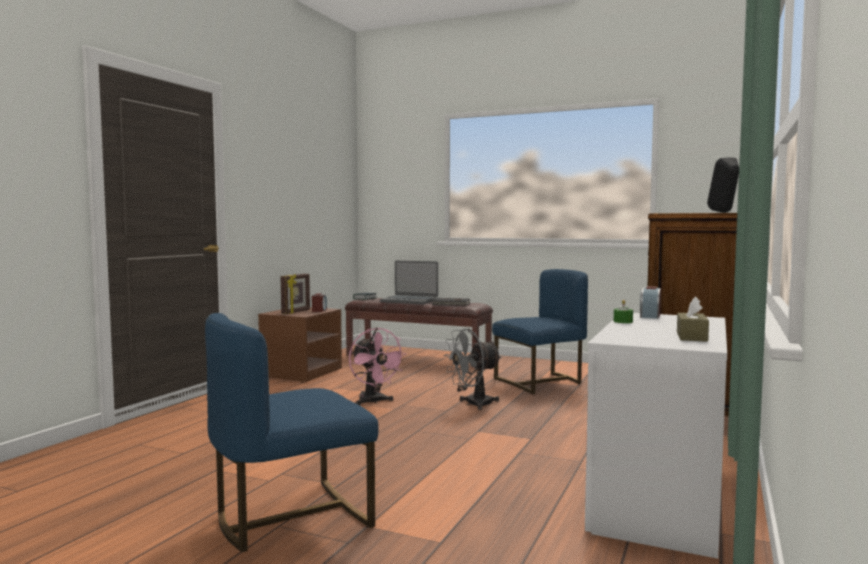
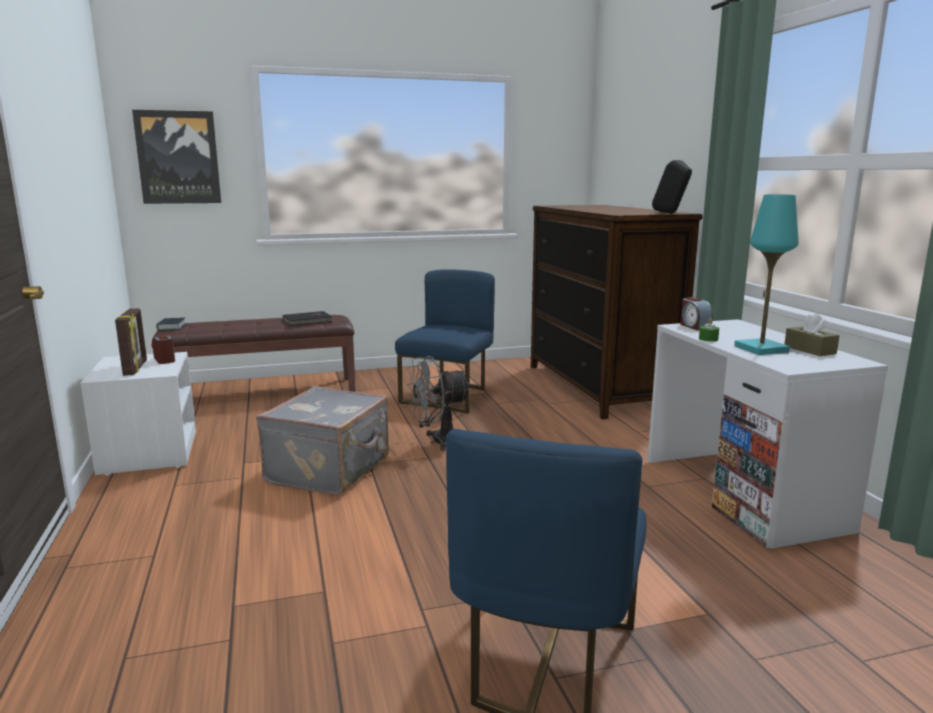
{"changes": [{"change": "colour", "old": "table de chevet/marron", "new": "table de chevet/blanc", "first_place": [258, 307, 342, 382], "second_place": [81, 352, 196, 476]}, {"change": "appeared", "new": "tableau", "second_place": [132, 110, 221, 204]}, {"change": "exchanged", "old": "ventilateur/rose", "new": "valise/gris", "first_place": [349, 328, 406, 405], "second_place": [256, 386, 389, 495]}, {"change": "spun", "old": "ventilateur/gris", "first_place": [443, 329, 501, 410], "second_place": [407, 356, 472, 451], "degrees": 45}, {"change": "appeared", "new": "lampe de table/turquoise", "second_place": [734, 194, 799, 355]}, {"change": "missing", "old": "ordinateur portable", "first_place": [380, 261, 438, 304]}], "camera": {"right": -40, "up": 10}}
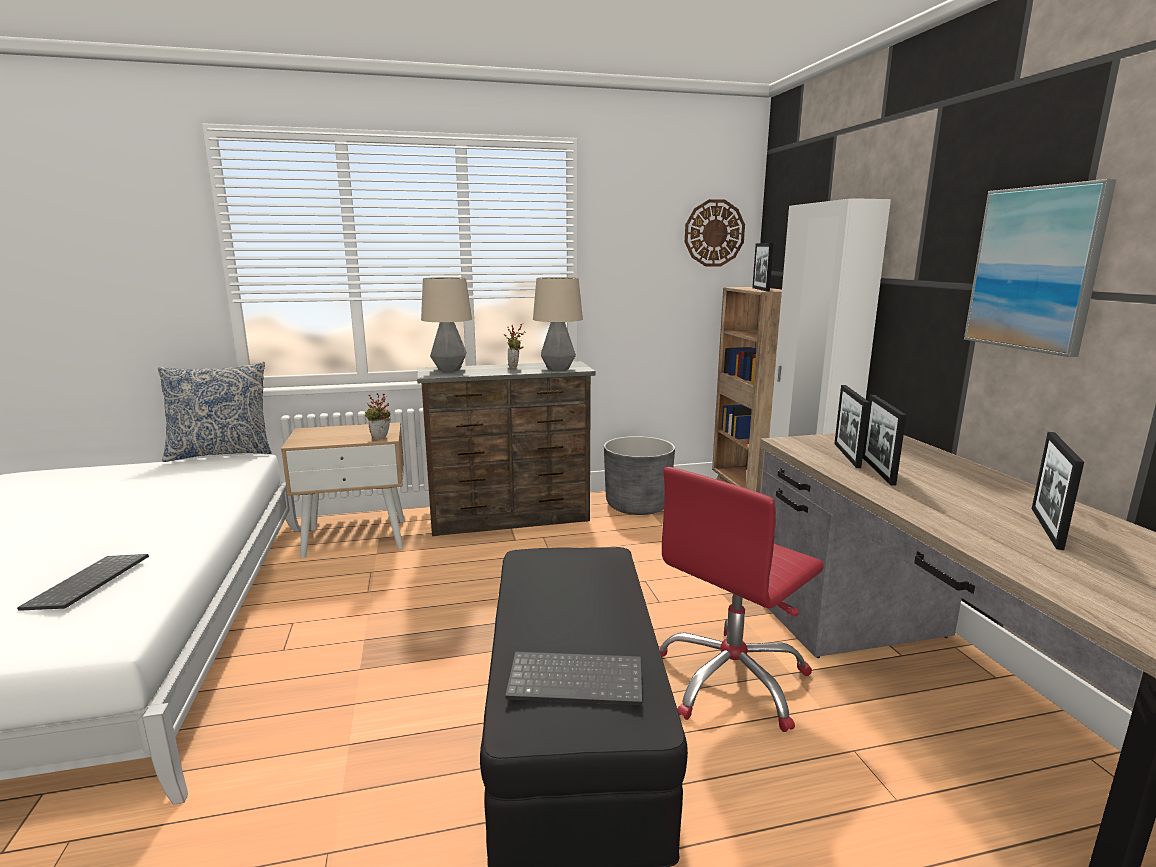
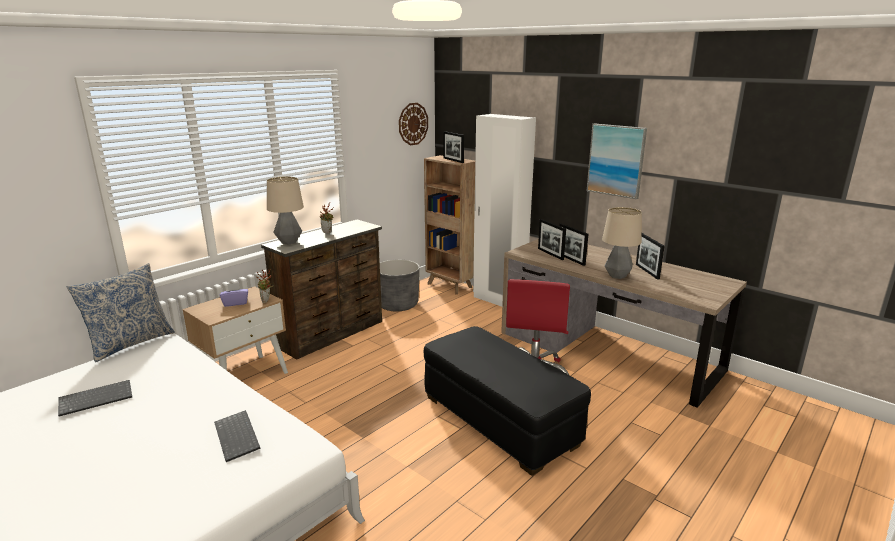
{"changes": [{"change": "relocated", "old": "clavier", "first_place": [505, 651, 642, 705], "second_place": [58, 380, 132, 416]}, {"change": "appeared", "new": "boîte à mouchoirs/violet", "second_place": [220, 283, 248, 307]}, {"change": "relocated", "old": "lampe de table", "first_place": [533, 277, 583, 371], "second_place": [602, 207, 642, 279]}], "camera": {"right": -35, "up": 5}}
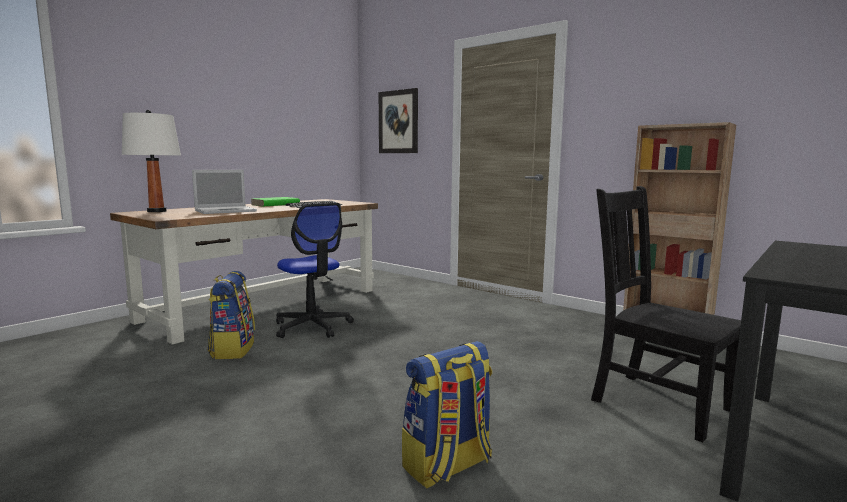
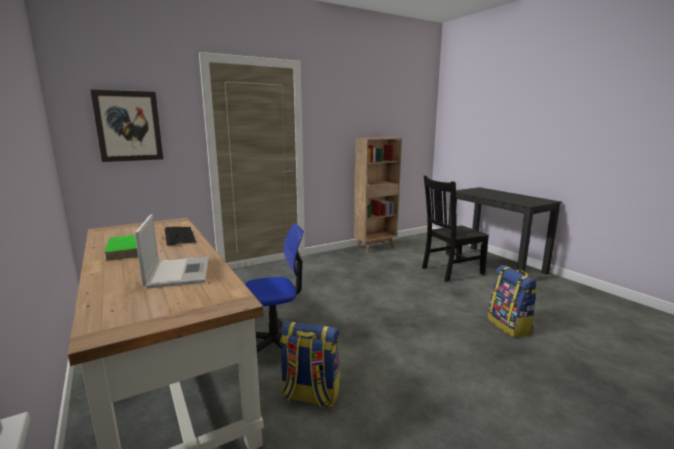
{"changes": [{"change": "missing", "old": "lampe de table/blanc", "first_place": [122, 110, 181, 212]}], "camera": {"right": -70, "up": 5}}
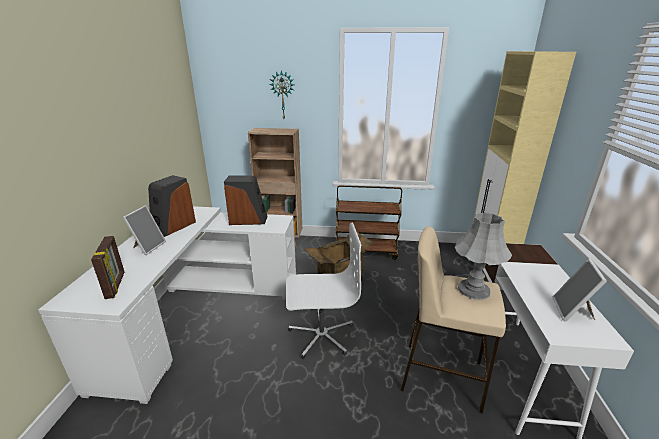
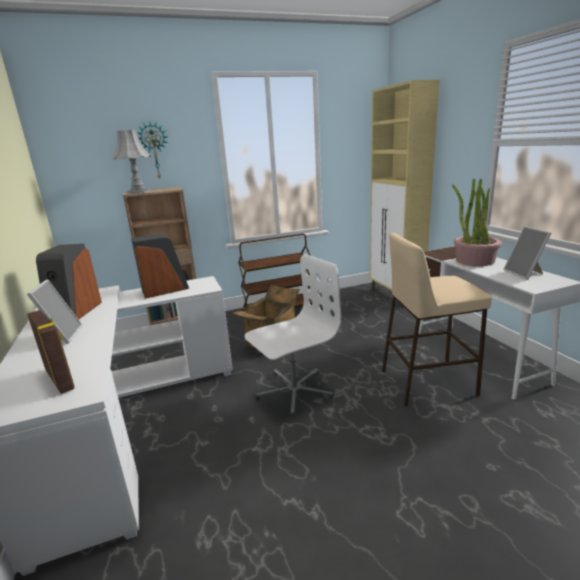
{"changes": [{"change": "relocated", "old": "lampe de table/gris", "first_place": [455, 212, 512, 300], "second_place": [111, 130, 151, 194]}, {"change": "appeared", "new": "plante en pot", "second_place": [452, 178, 502, 266]}], "camera": {"right": -25, "up": -5}}
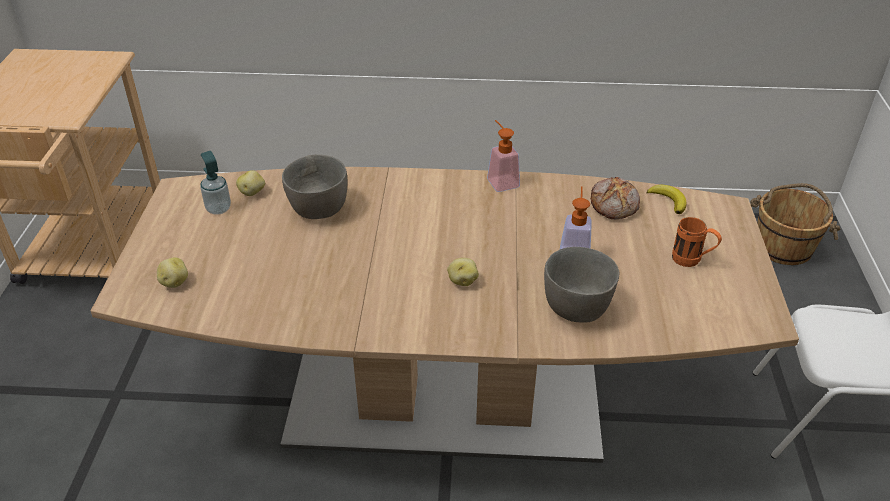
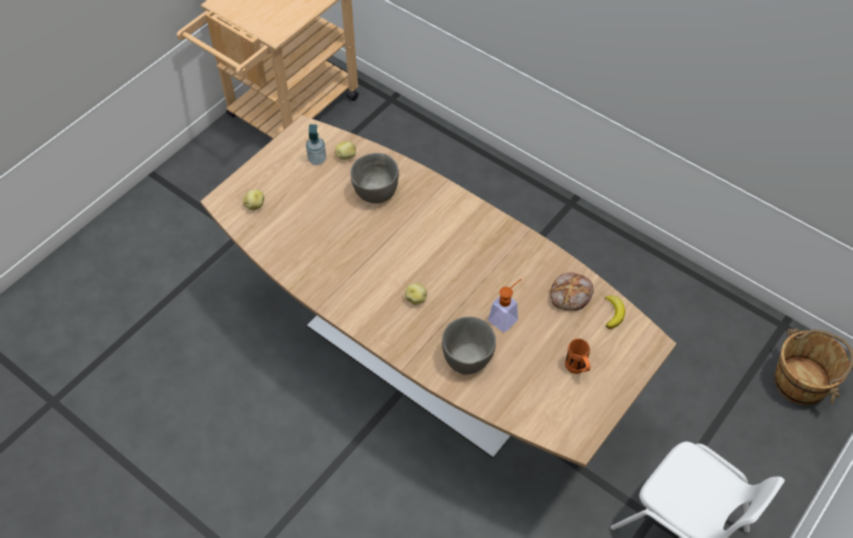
{"changes": [{"change": "missing", "old": "distributeur de savon", "first_place": [487, 120, 520, 192]}], "camera": {"right": 35, "up": 15}}
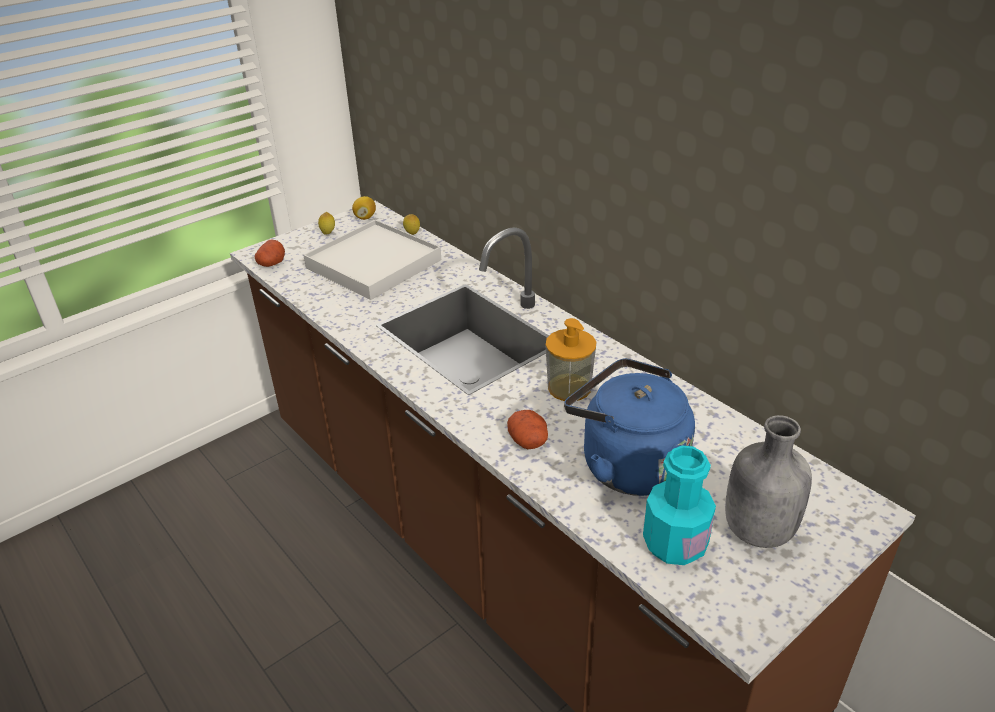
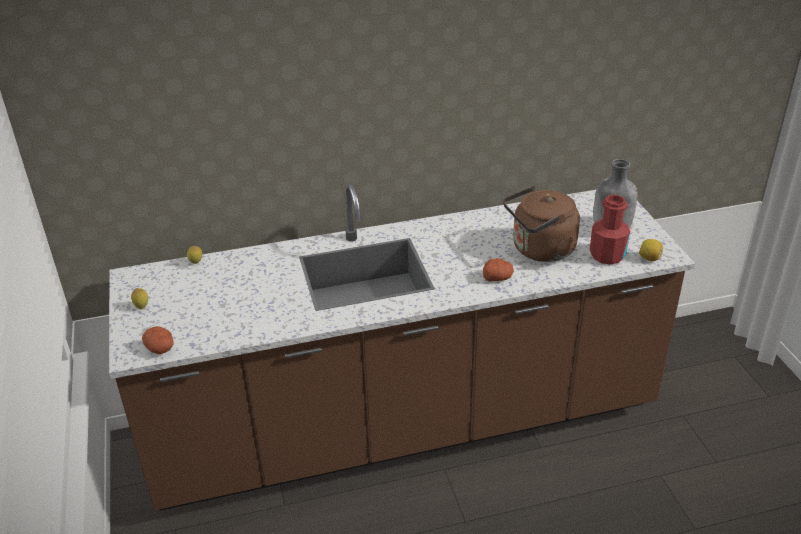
{"changes": [{"change": "colour", "old": "bouilloire/bleu", "new": "bouilloire/marron", "first_place": [564, 358, 695, 496], "second_place": [503, 186, 580, 262]}, {"change": "colour", "old": "bouteille/turquoise", "new": "bouteille/rouge", "first_place": [643, 446, 716, 565], "second_place": [590, 195, 630, 265]}, {"change": "relocated", "old": "citron", "first_place": [352, 196, 376, 220], "second_place": [639, 239, 663, 261]}, {"change": "missing", "old": "plateau/blanc", "first_place": [304, 220, 441, 300]}, {"change": "missing", "old": "distributeur de savon", "first_place": [545, 318, 596, 401]}], "camera": {"right": -65, "up": 0}}
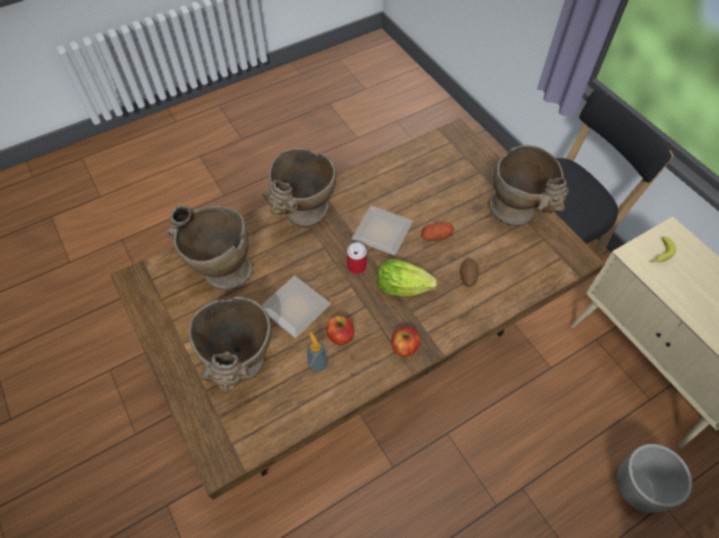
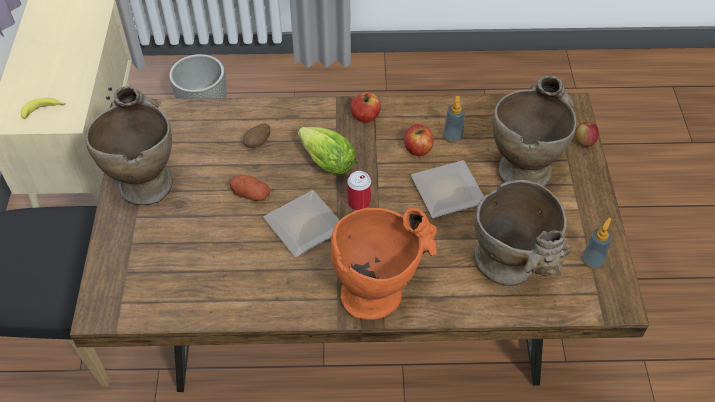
{"changes": [{"change": "colour", "old": "vase/beige", "new": "vase/orange", "first_place": [262, 148, 337, 227], "second_place": [331, 208, 437, 320]}, {"change": "appeared", "new": "pomme", "second_place": [575, 122, 599, 147]}, {"change": "appeared", "new": "distributeur de savon", "second_place": [582, 217, 612, 269]}], "camera": {"right": -150, "up": -5}}
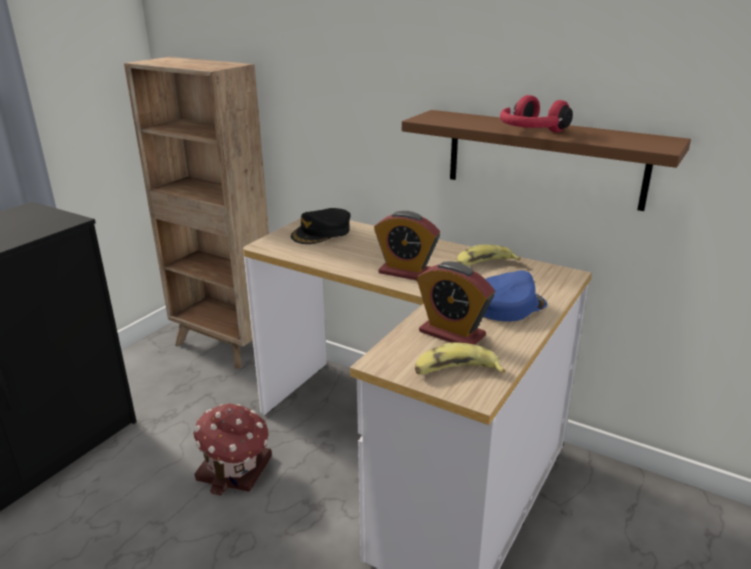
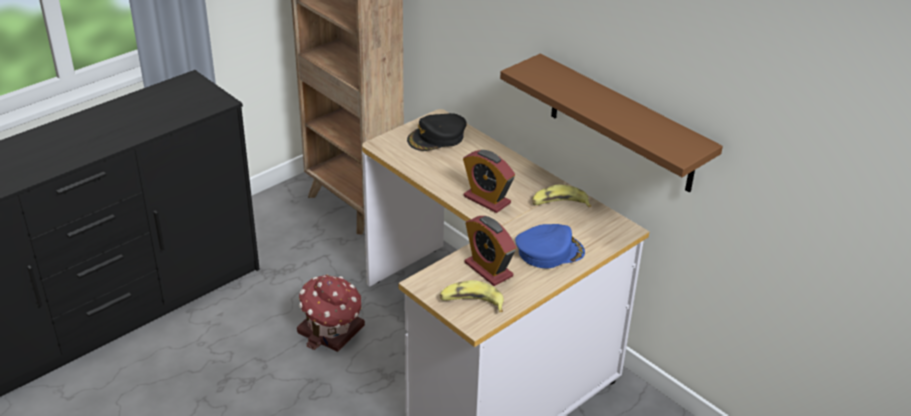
{"changes": [{"change": "missing", "old": "casque audio/rouge", "first_place": [500, 95, 573, 133]}], "camera": {"right": 15, "up": 10}}
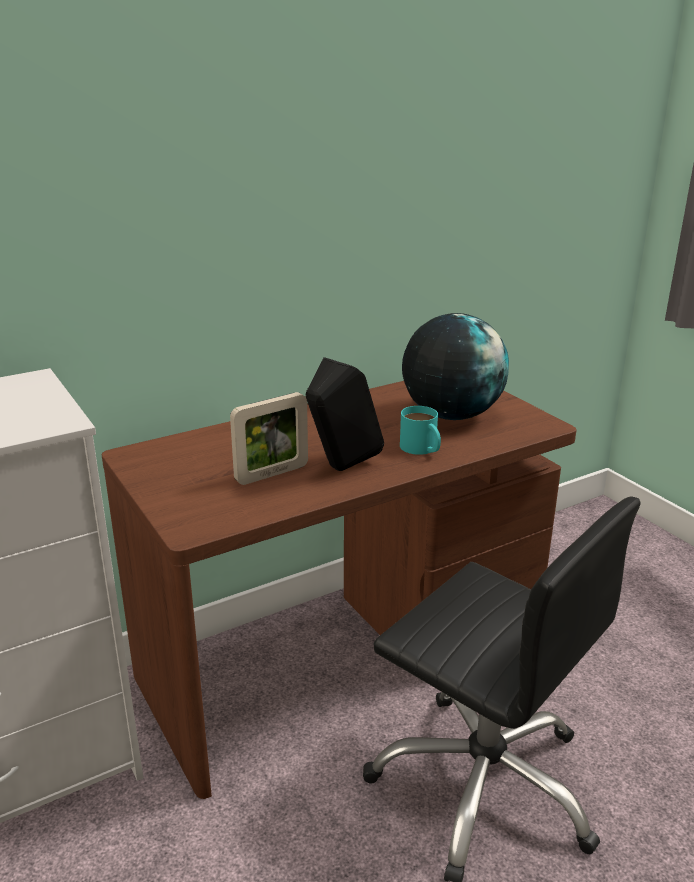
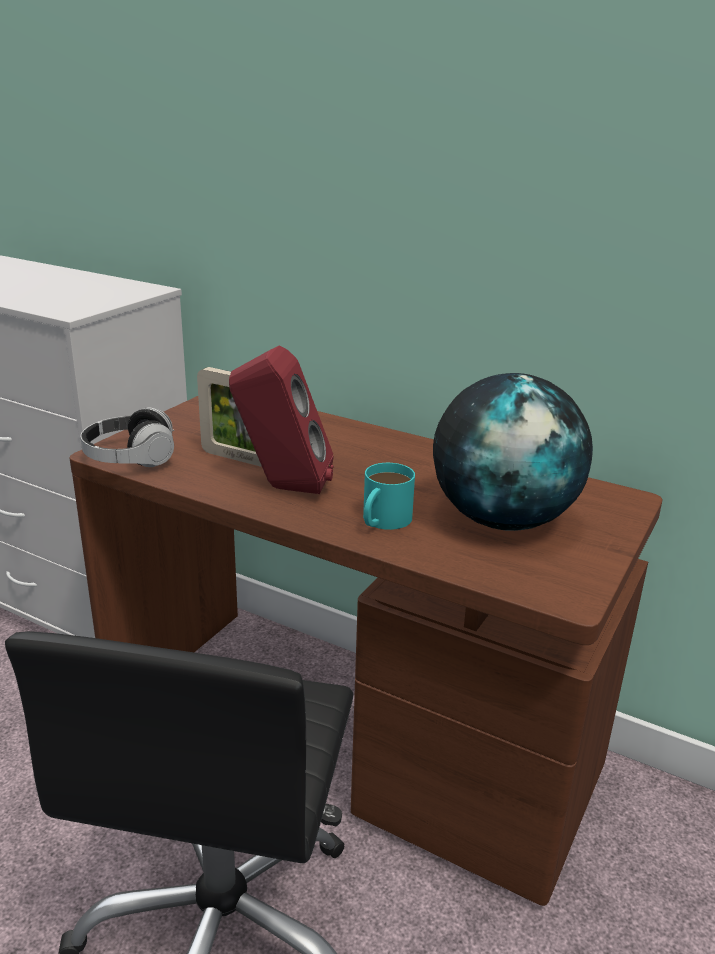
{"changes": [{"change": "appeared", "new": "casque audio", "second_place": [80, 407, 174, 467]}, {"change": "colour", "old": "enceinte/noir", "new": "enceinte/rouge", "first_place": [305, 357, 384, 471], "second_place": [229, 346, 334, 494]}], "camera": {"right": 60, "up": 0}}
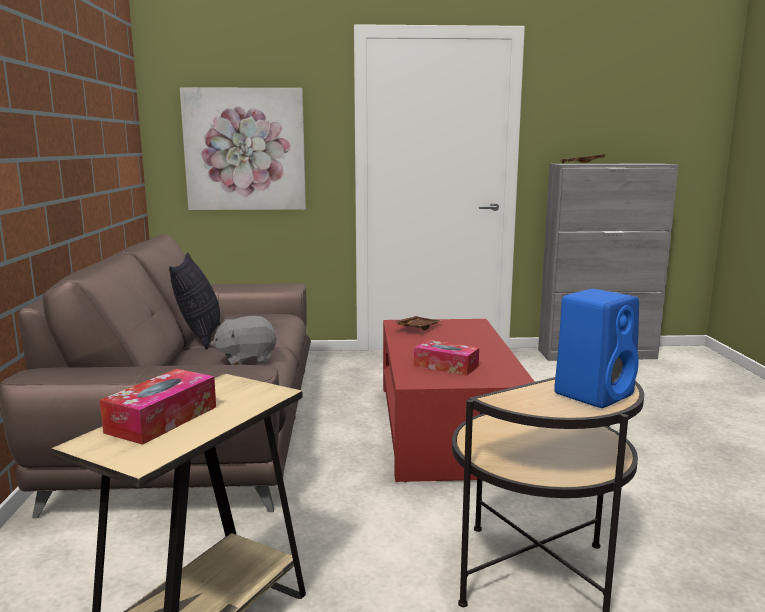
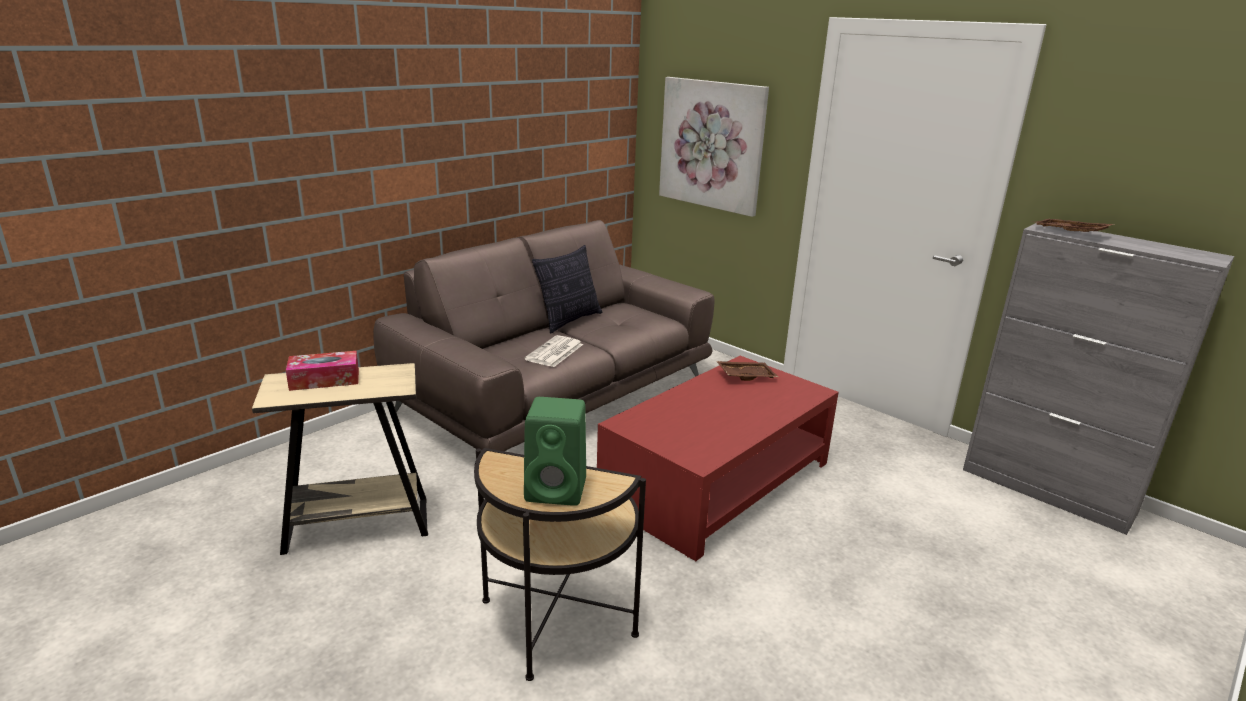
{"changes": [{"change": "exchanged", "old": "peluche/gris", "new": "journal", "first_place": [210, 316, 277, 365], "second_place": [524, 335, 583, 367]}, {"change": "colour", "old": "enceinte/bleu", "new": "enceinte/vert", "first_place": [554, 289, 639, 408], "second_place": [524, 397, 586, 506]}, {"change": "missing", "old": "boîte à mouchoirs", "first_place": [414, 340, 479, 376]}], "camera": {"right": 45, "up": 10}}
